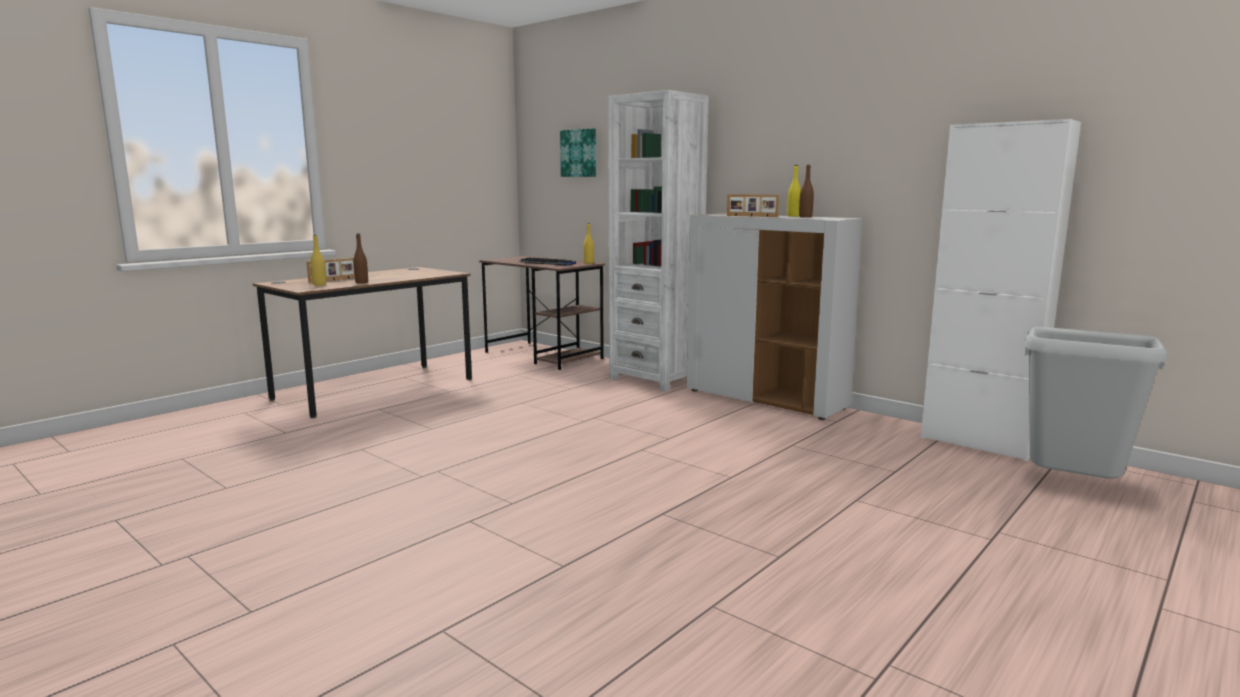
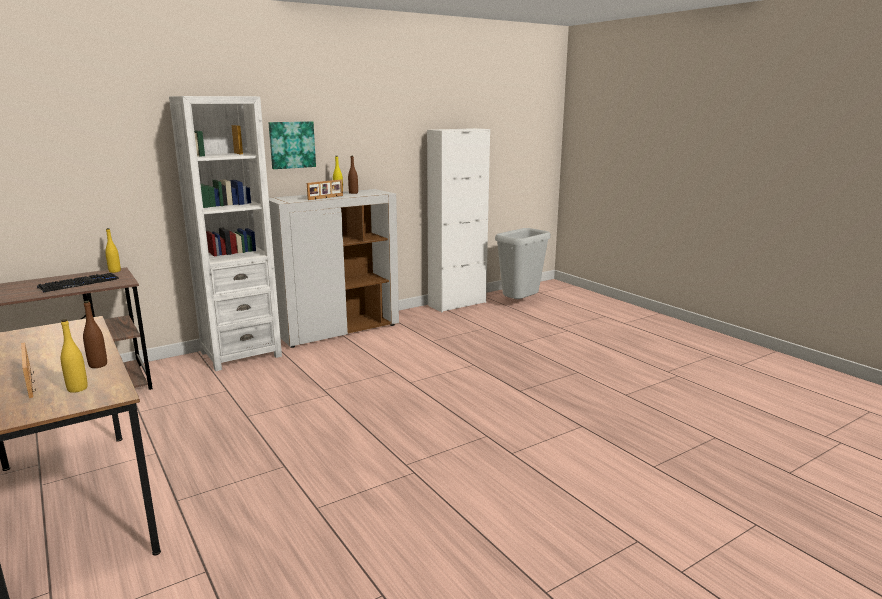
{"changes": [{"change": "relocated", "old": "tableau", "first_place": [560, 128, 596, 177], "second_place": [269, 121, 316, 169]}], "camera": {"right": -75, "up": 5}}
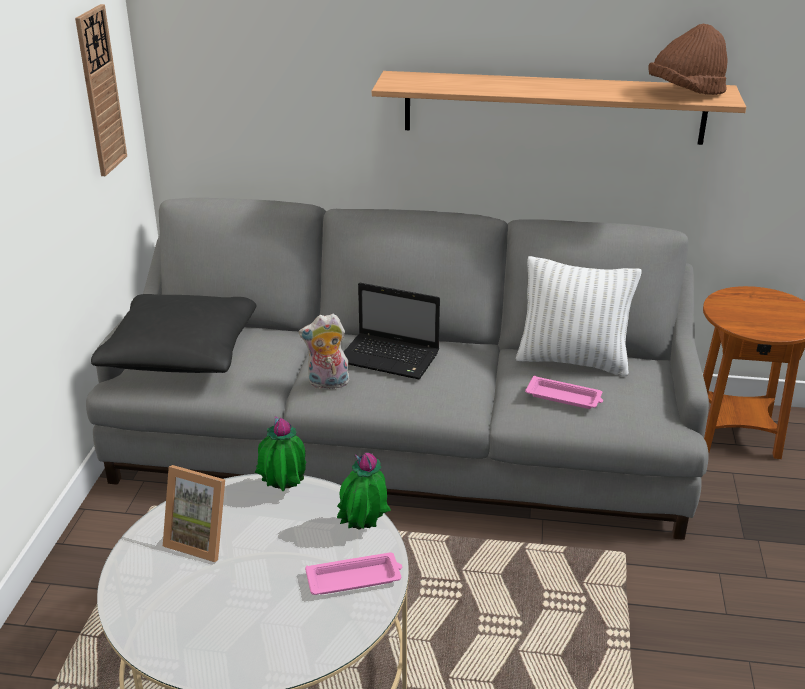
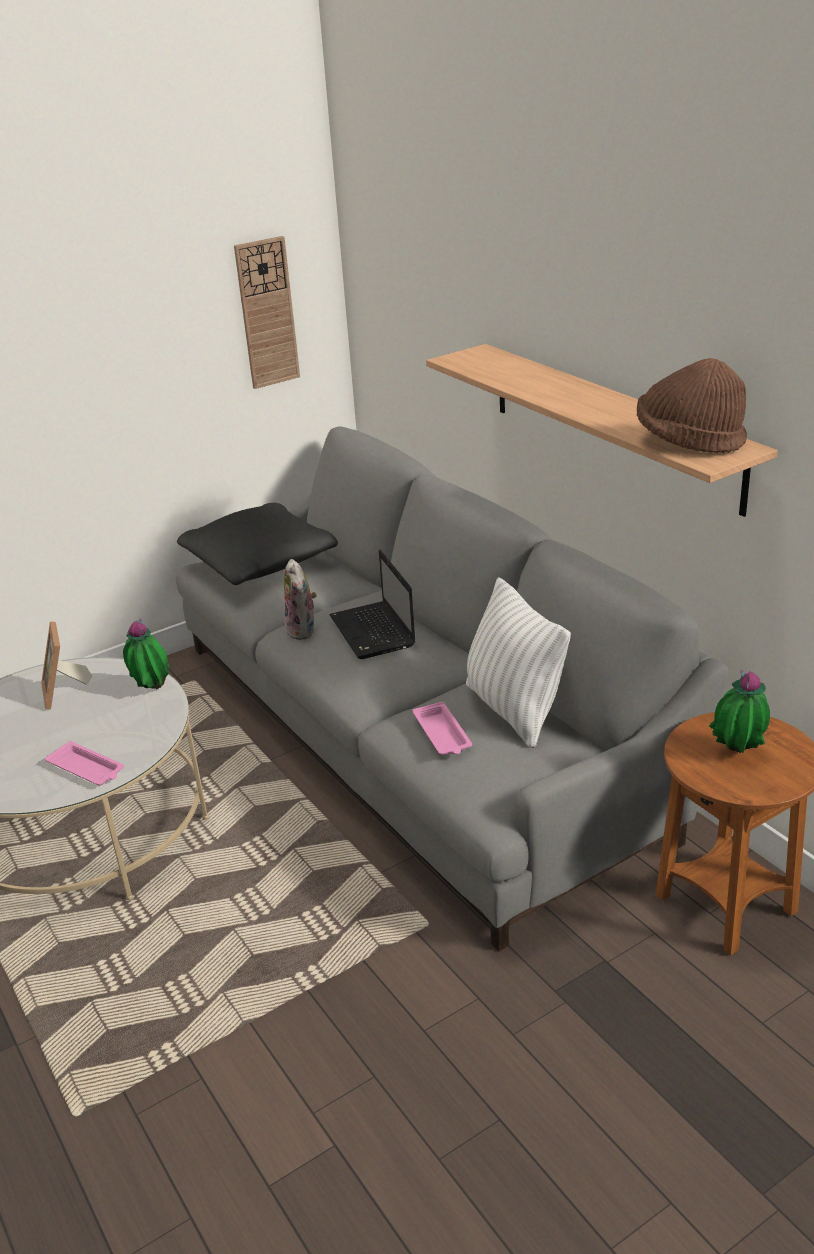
{"changes": [{"change": "spun", "old": "peluche", "first_place": [299, 314, 349, 389], "second_place": [284, 559, 317, 640], "degrees": -150}, {"change": "relocated", "old": "plante en pot", "first_place": [337, 453, 391, 529], "second_place": [709, 670, 770, 753]}], "camera": {"right": 50, "up": 0}}
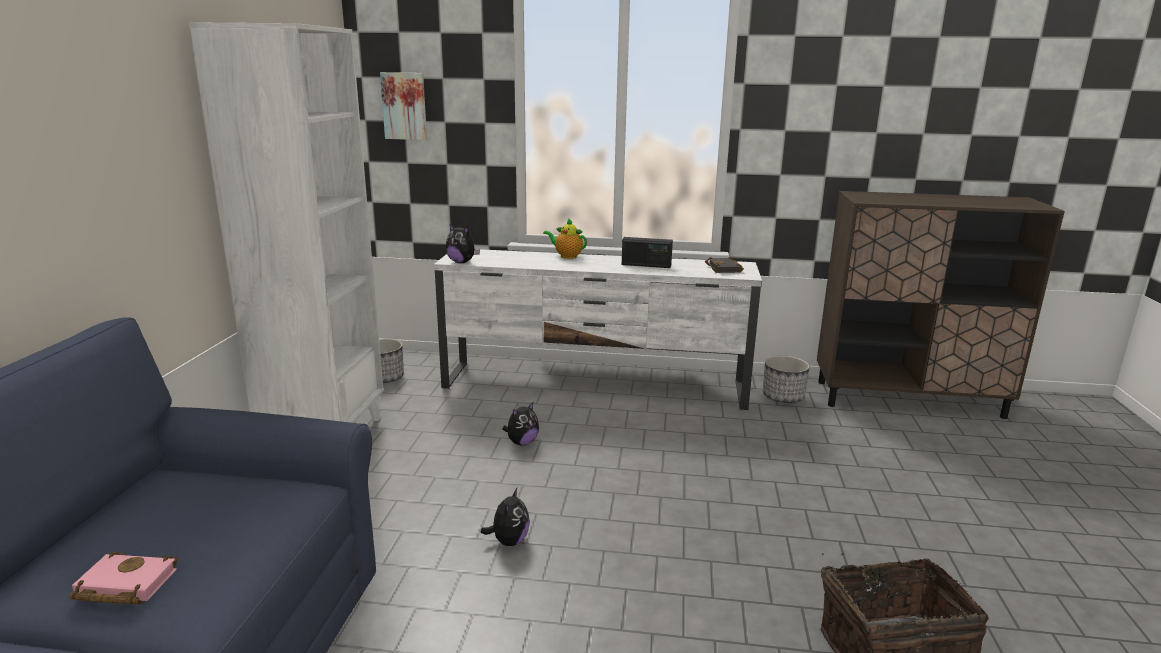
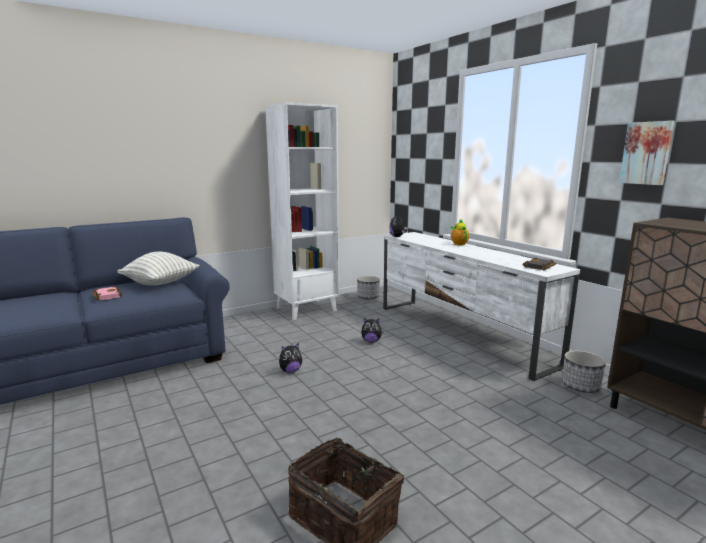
{"changes": [{"change": "appeared", "new": "coussin", "second_place": [117, 252, 200, 285]}, {"change": "relocated", "old": "tableau", "first_place": [380, 72, 427, 140], "second_place": [619, 121, 674, 185]}, {"change": "missing", "old": "radio", "first_place": [622, 237, 673, 268]}], "camera": {"right": 50, "up": -5}}
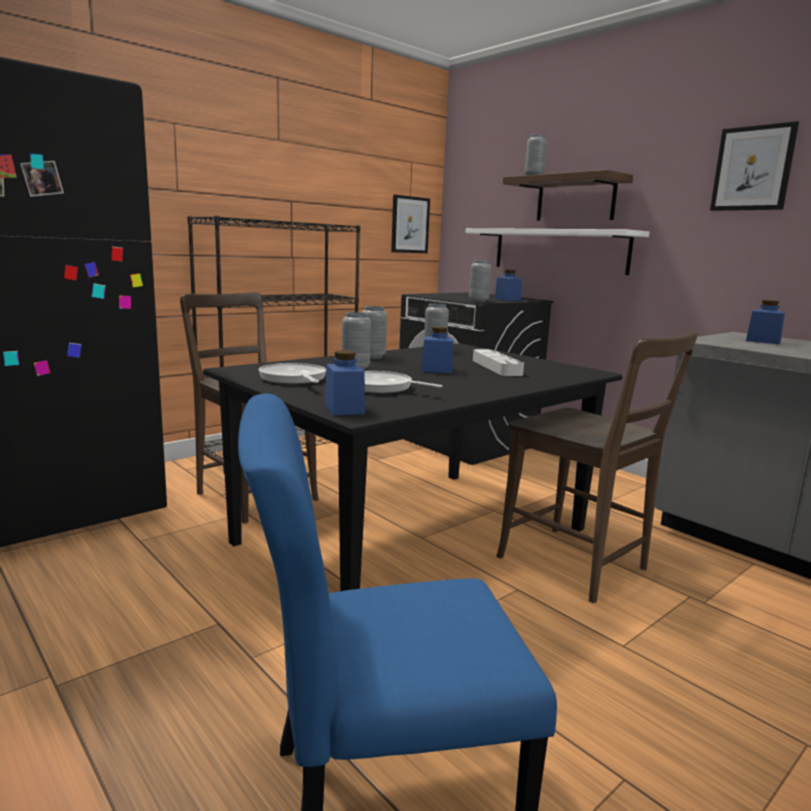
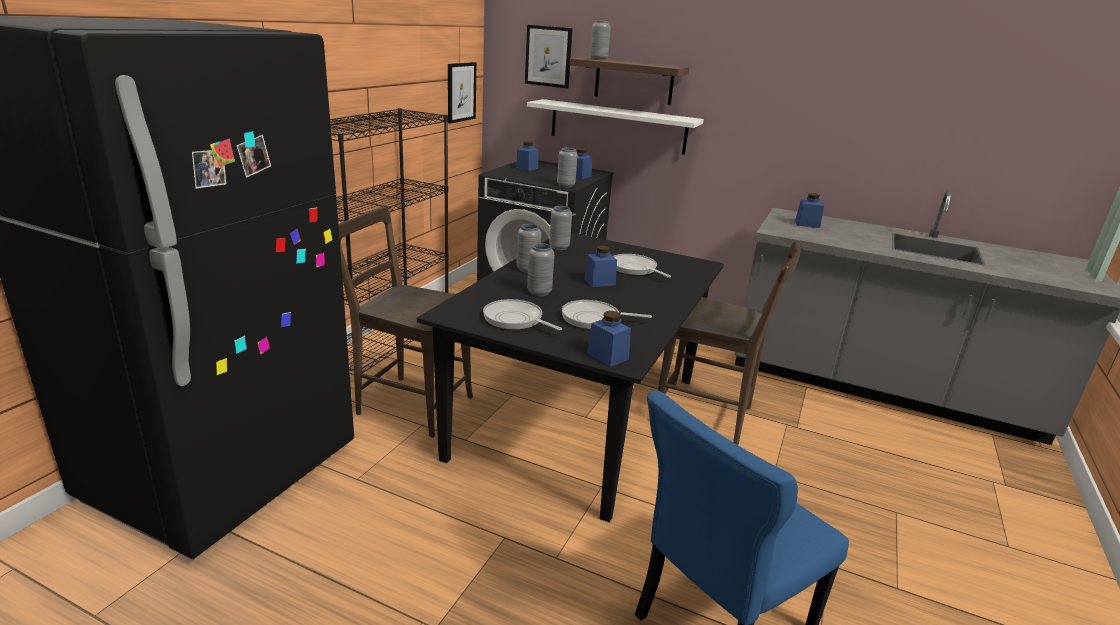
{"changes": [{"change": "appeared", "new": "bocal/bleu", "second_place": [516, 141, 538, 171]}, {"change": "relocated", "old": "tableau", "first_place": [710, 121, 799, 211], "second_place": [525, 25, 573, 88]}, {"change": "exchanged", "old": "plateau/gris", "new": "poêle", "first_place": [473, 349, 524, 376], "second_place": [613, 254, 671, 277]}], "camera": {"right": -25, "up": 10}}
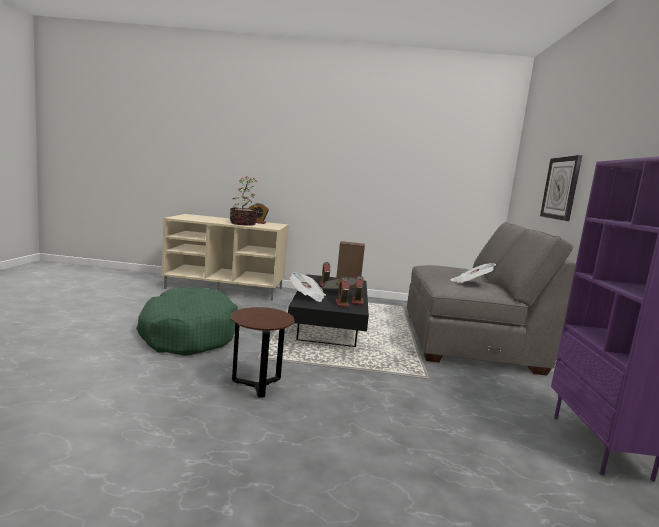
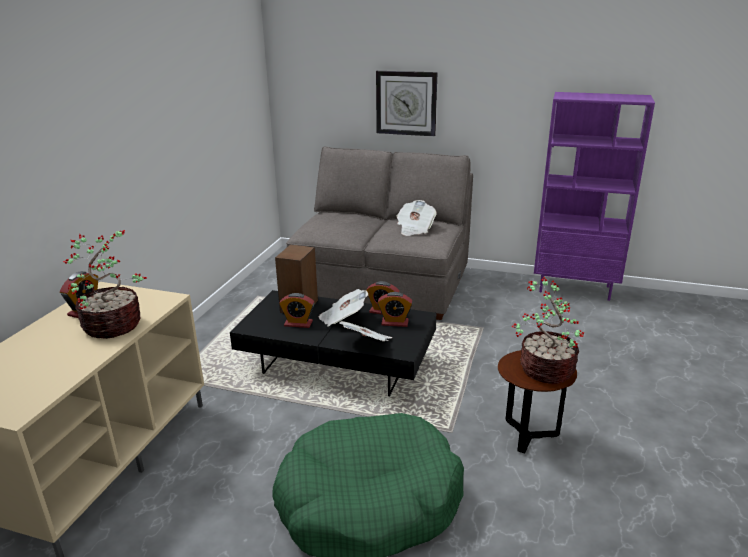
{"changes": [{"change": "appeared", "new": "plante en pot", "second_place": [512, 277, 584, 384]}], "camera": {"right": -75, "up": 15}}
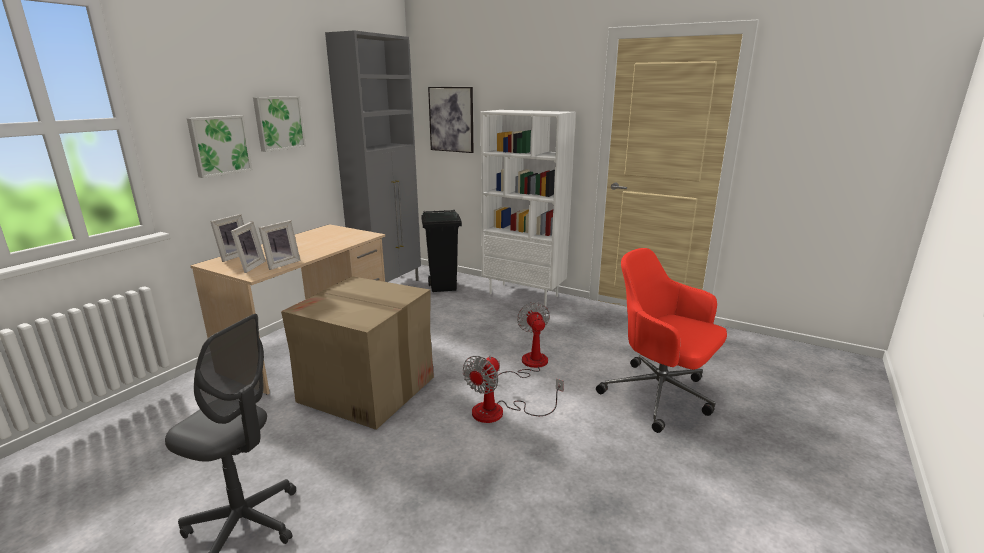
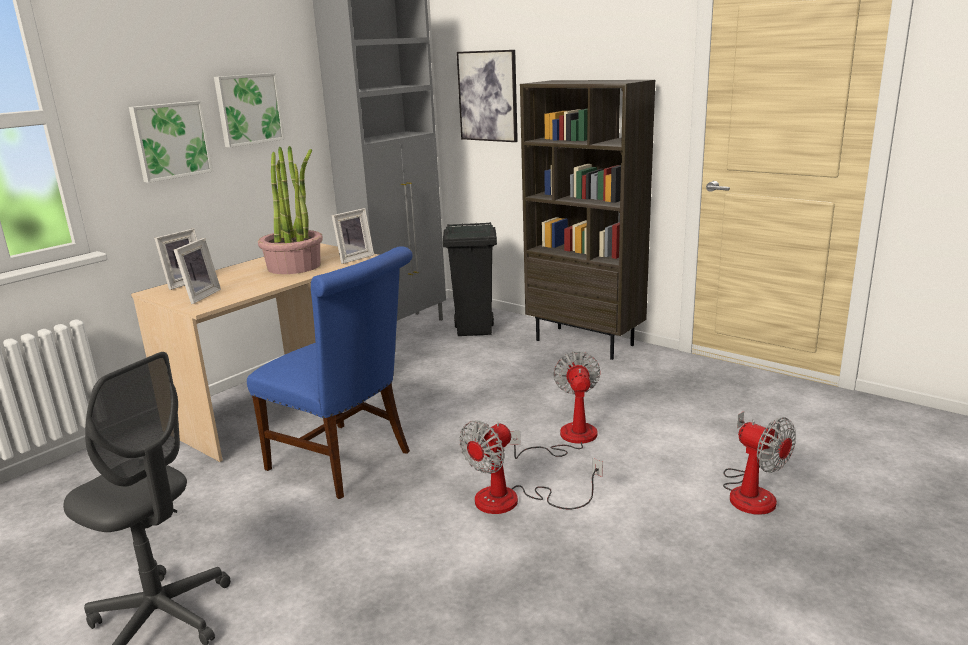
{"changes": [{"change": "exchanged", "old": "carton", "new": "chaise/bleu", "first_place": [281, 276, 434, 430], "second_place": [247, 246, 413, 499]}, {"change": "appeared", "new": "plante en pot", "second_place": [258, 146, 323, 274]}, {"change": "relocated", "old": "cadre photo", "first_place": [259, 220, 301, 270], "second_place": [332, 208, 374, 264]}, {"change": "colour", "old": "bibliothèque/blanc", "new": "bibliothèque/marron", "first_place": [481, 110, 576, 306], "second_place": [520, 80, 655, 360]}, {"change": "exchanged", "old": "chaise de bureau/rouge", "new": "ventilateur", "first_place": [596, 248, 727, 433], "second_place": [723, 411, 796, 515]}], "camera": {"right": 10, "up": 0}}
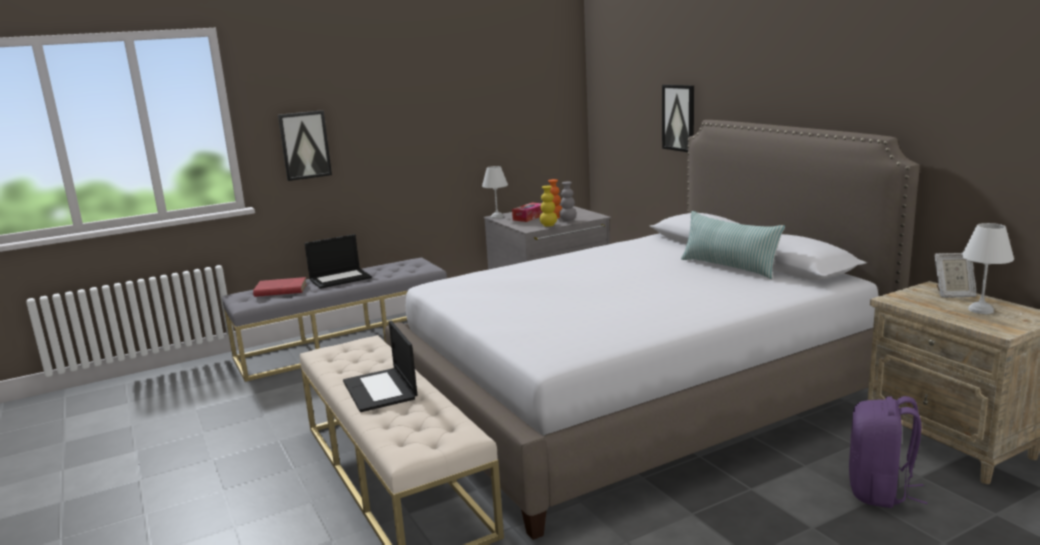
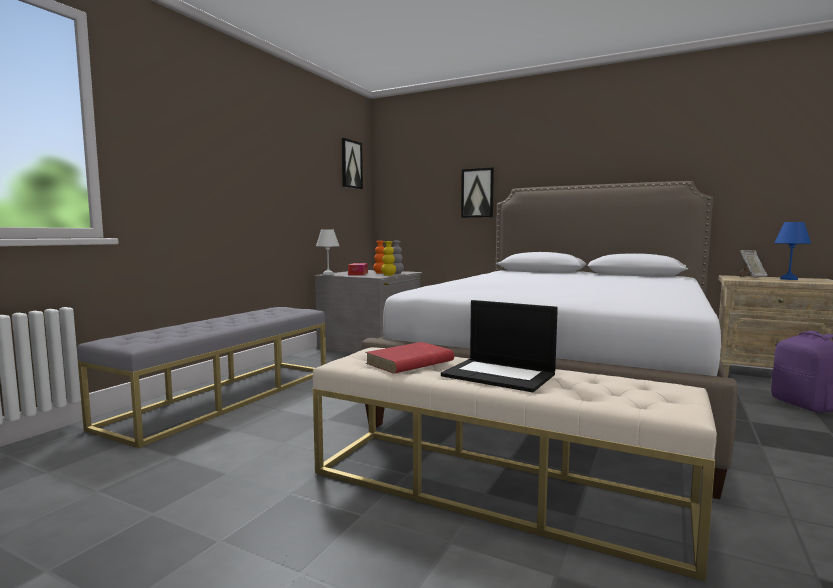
{"changes": [{"change": "relocated", "old": "tableau", "first_place": [278, 110, 332, 181], "second_place": [342, 138, 363, 189]}, {"change": "relocated", "old": "livre/rouge", "first_place": [253, 277, 307, 297], "second_place": [365, 342, 454, 374]}, {"change": "colour", "old": "lampe de table/blanc", "new": "lampe de table/bleu", "first_place": [961, 223, 1014, 314], "second_place": [774, 222, 811, 280]}, {"change": "missing", "old": "ordinateur portable", "first_place": [304, 234, 372, 289]}, {"change": "missing", "old": "coussin", "first_place": [681, 211, 785, 279]}], "camera": {"right": -35, "up": -10}}
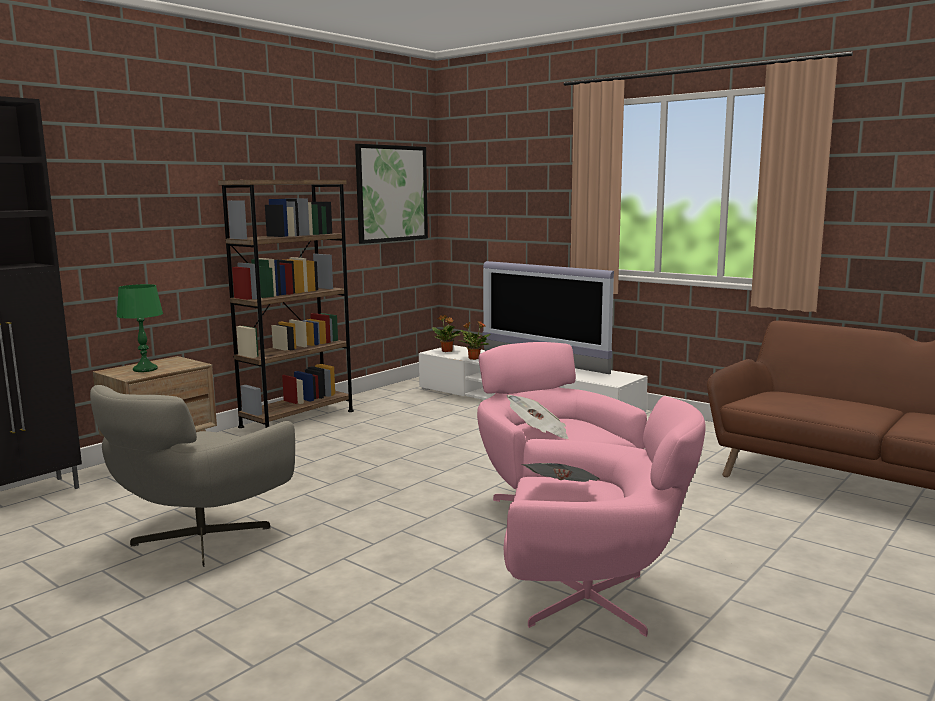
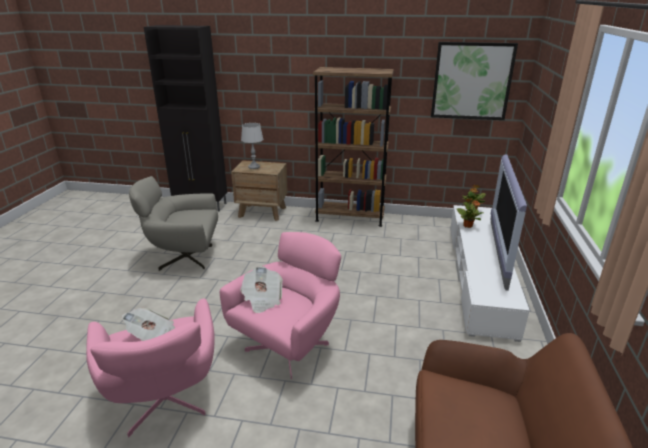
{"changes": [{"change": "colour", "old": "lampe de table/vert", "new": "lampe de table/gris", "first_place": [116, 284, 163, 372], "second_place": [241, 123, 263, 169]}], "camera": {"right": 60, "up": 15}}
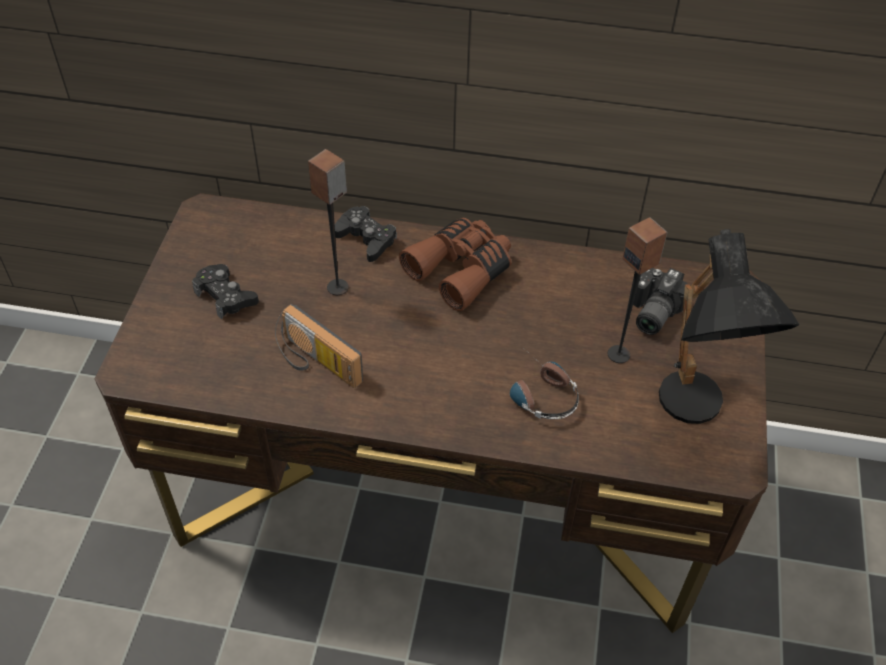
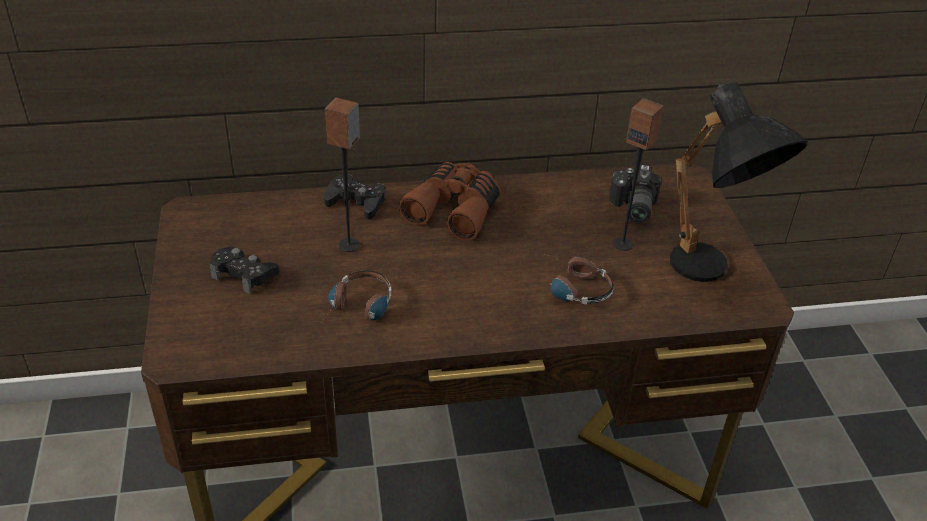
{"changes": [{"change": "exchanged", "old": "radio", "new": "casque audio", "first_place": [275, 304, 363, 388], "second_place": [322, 270, 392, 322]}], "camera": {"right": -20, "up": -10}}
